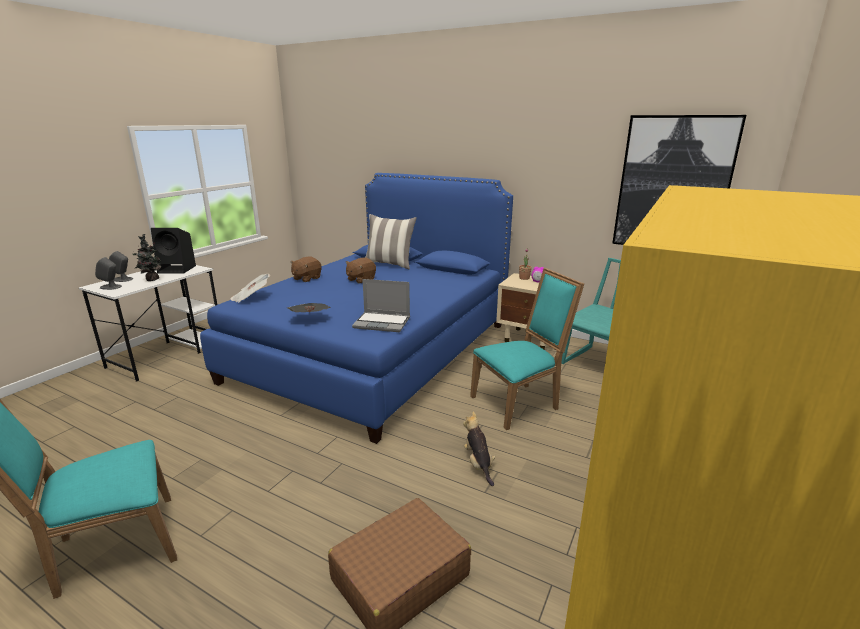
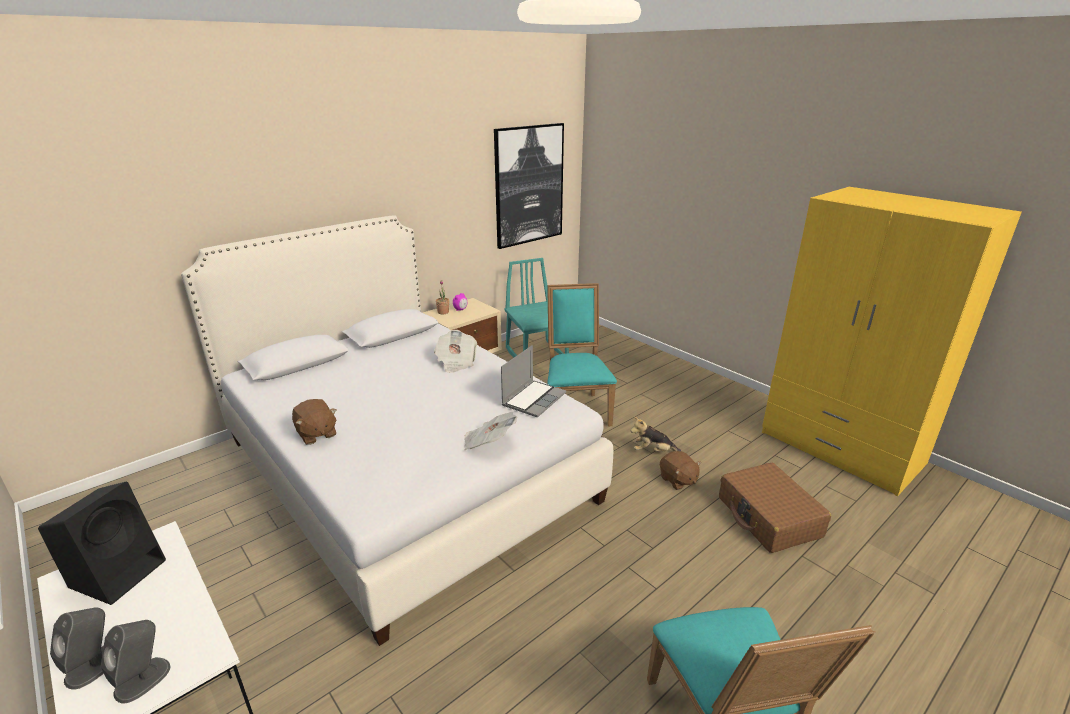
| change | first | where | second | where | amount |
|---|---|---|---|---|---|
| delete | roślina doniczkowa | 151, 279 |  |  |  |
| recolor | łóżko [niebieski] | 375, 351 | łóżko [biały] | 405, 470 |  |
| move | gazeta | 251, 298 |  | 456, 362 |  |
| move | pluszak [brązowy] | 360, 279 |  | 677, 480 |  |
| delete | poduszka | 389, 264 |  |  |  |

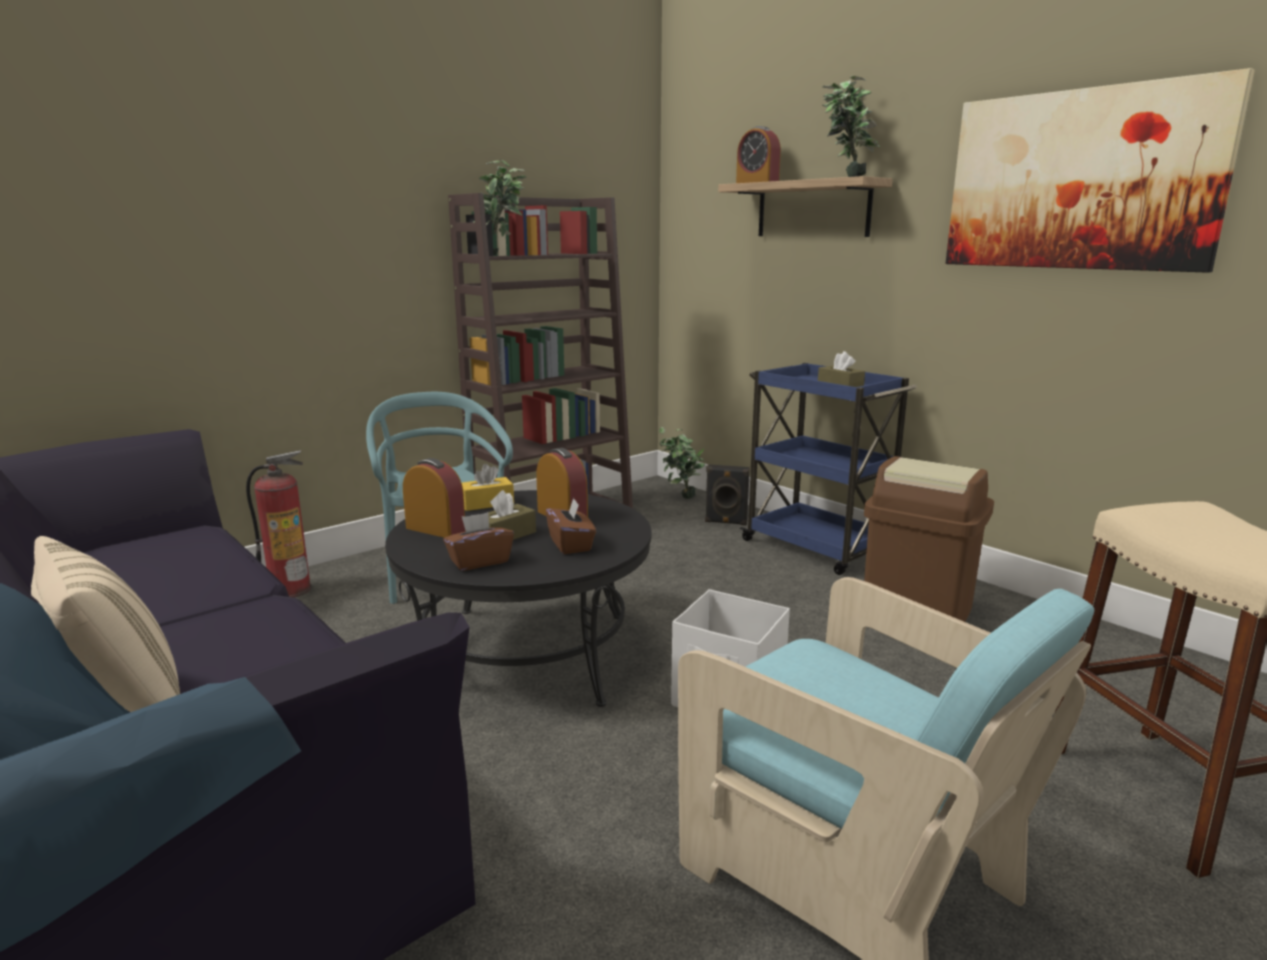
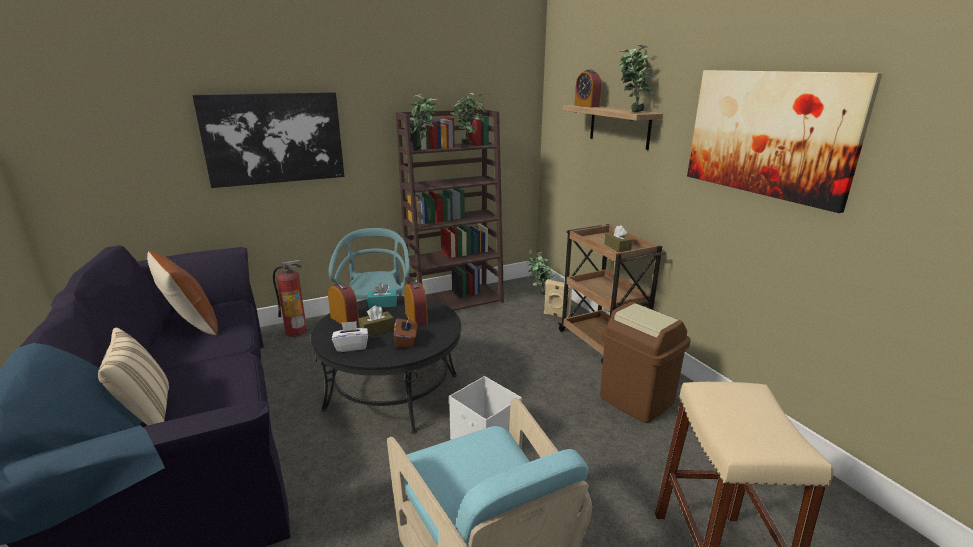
| change | first | where | second | where | amount |
|---|---|---|---|---|---|
| recolor | pudełko chusteczek [brązowy] | 479, 561 | pudełko chusteczek [biały] | 351, 346 |  |
| recolor | pudełko chusteczek [żółty] | 487, 503 | pudełko chusteczek [turkusowy] | 382, 304 |  |
| recolor | głośnik [czarny] | 726, 522 | głośnik [beżowy] | 556, 316 |  |
| recolor | wózek [niebieski] | 817, 548 | wózek [brązowy] | 602, 343 |  |
| insert |  |  | poduszka [brązowy] | 191, 325 |  |
| insert |  |  | obraz | 274, 138 |  |
| insert |  |  | roślina doniczkowa | 468, 145 |  |

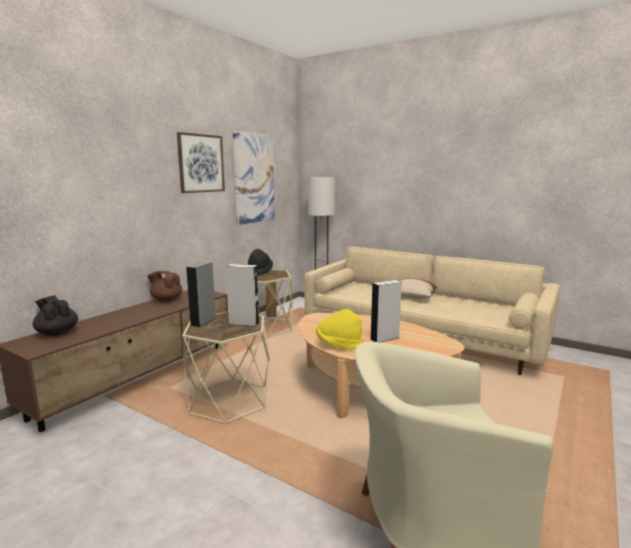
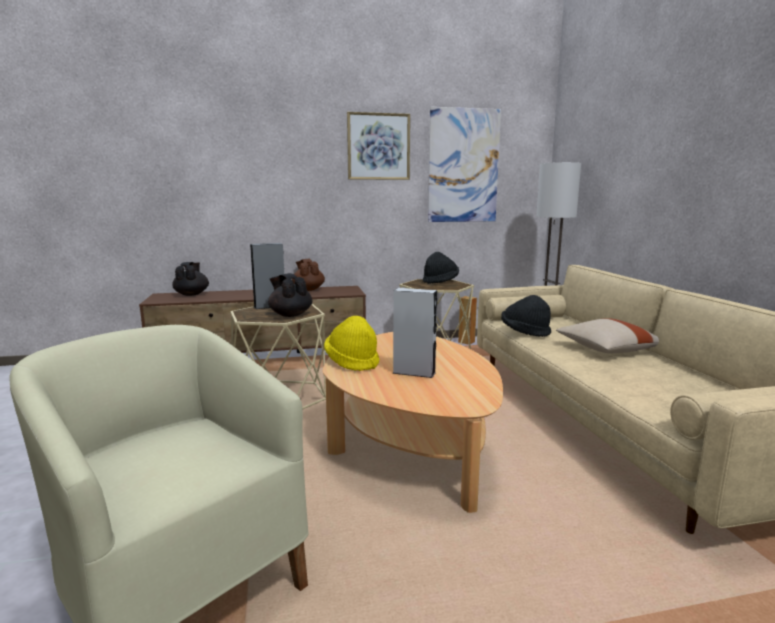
| change | first | where | second | where | amount |
|---|---|---|---|---|---|
| replace | głośnik [szary] | 244, 323 | imbryk [czarny] | 290, 314 |  |
| insert |  |  | kapelusz [czarny] | 524, 332 |  |

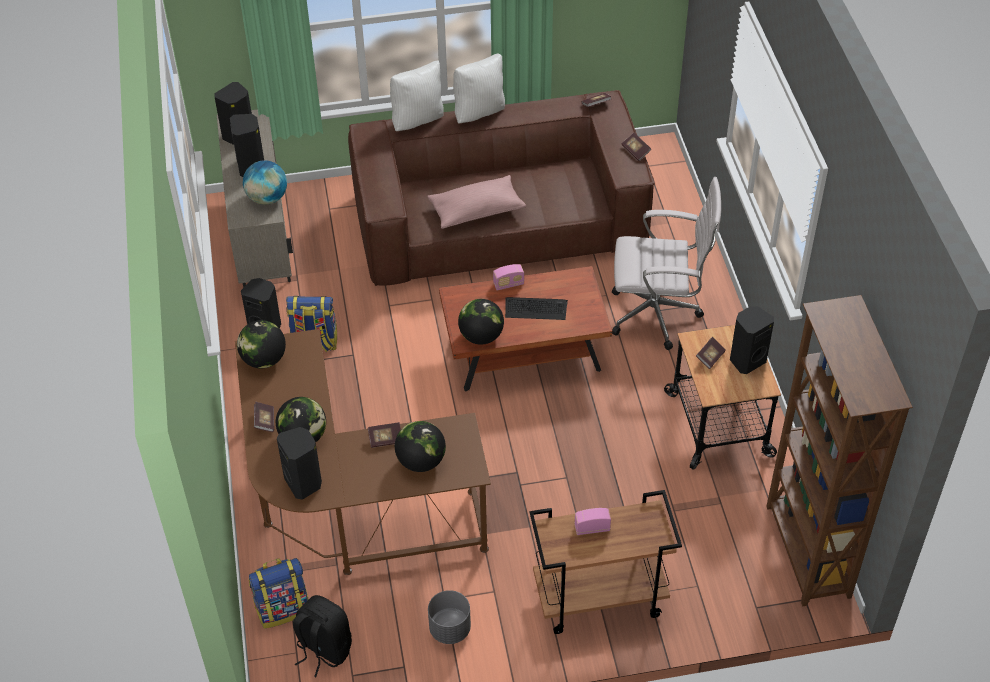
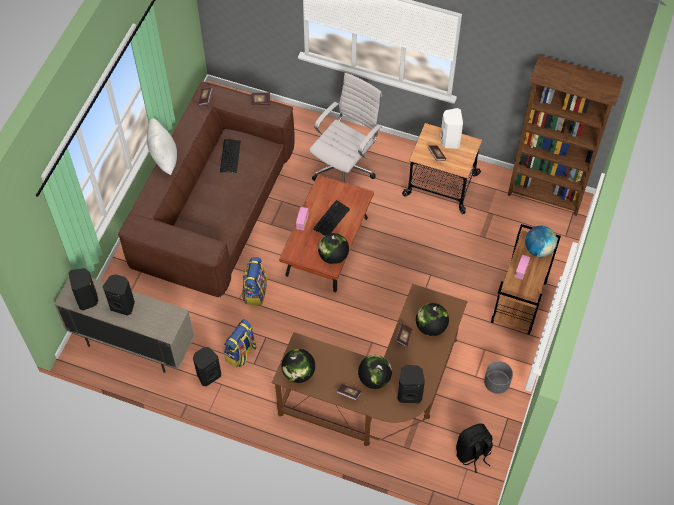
| change | first | where | second | where | amount |
|---|---|---|---|---|---|
| move | globus | 267, 198 |  | 538, 249 |  |
| move | plecak | 283, 608 |  | 255, 291 |  |
| delete | poduszka [biały] | 417, 120 |  |  |  |
| delete | poduszka [różowy] | 476, 211 |  |  |  |
| recolor | głośnik [czarny] | 746, 360 | głośnik [biały] | 449, 140 |  |
| insert |  |  | klawiatura | 230, 156 |  |

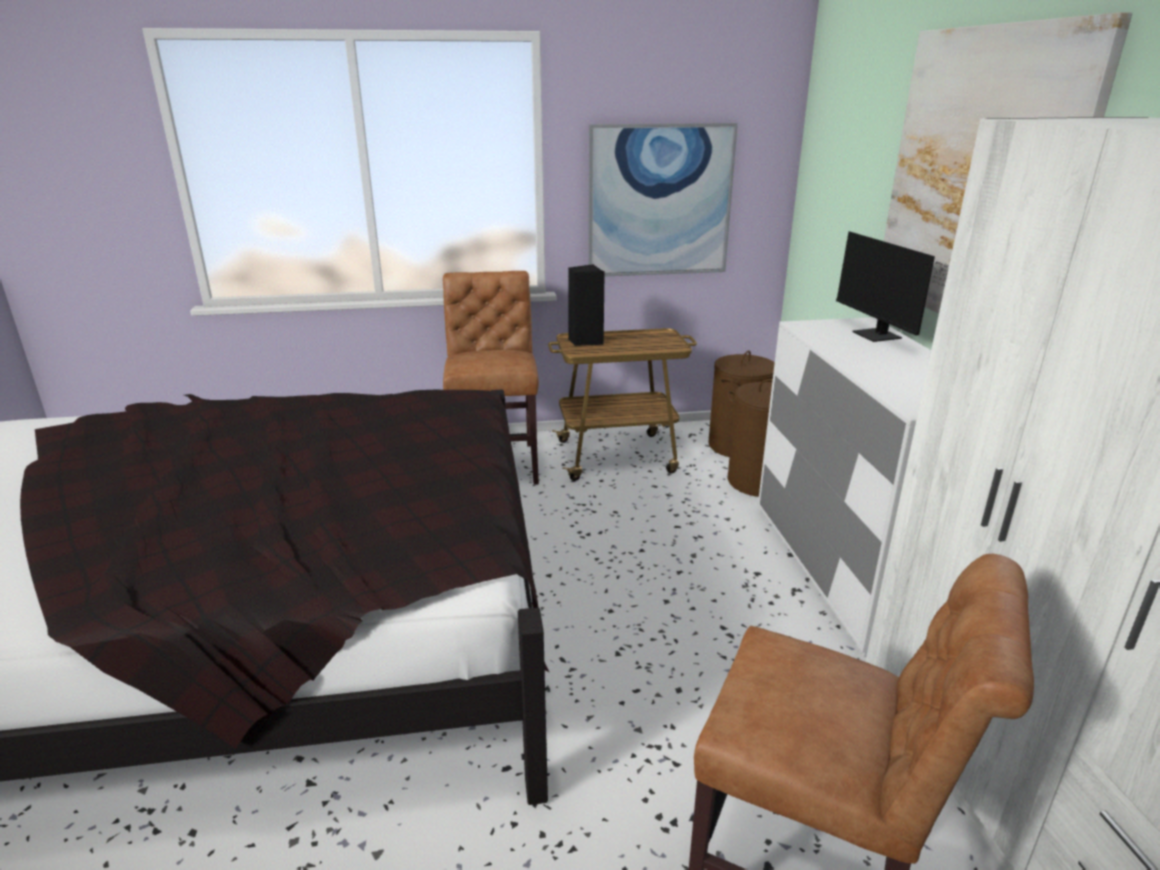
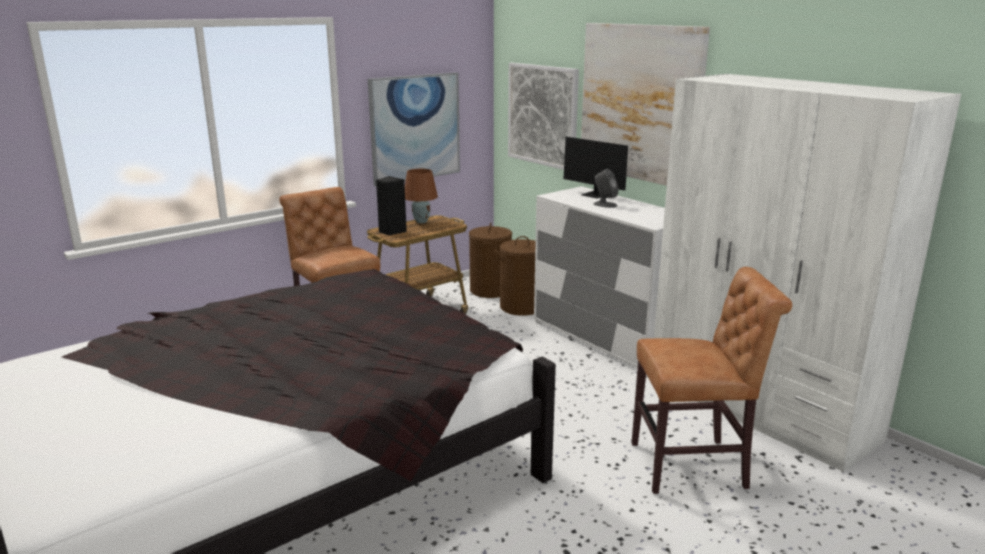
| change | first | where | second | where | amount |
|---|---|---|---|---|---|
| insert |  |  | lampa stołowa [brązowy] | 421, 221 |  |
| insert |  |  | obraz | 542, 115 |  |
| insert |  |  | głośnik [szary] | 604, 204 |  |

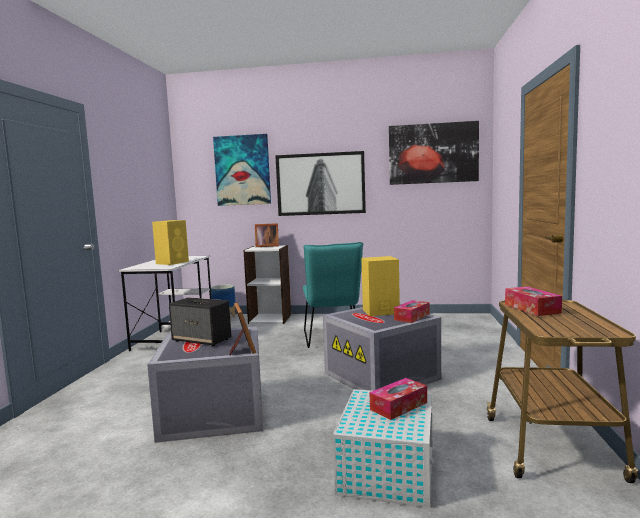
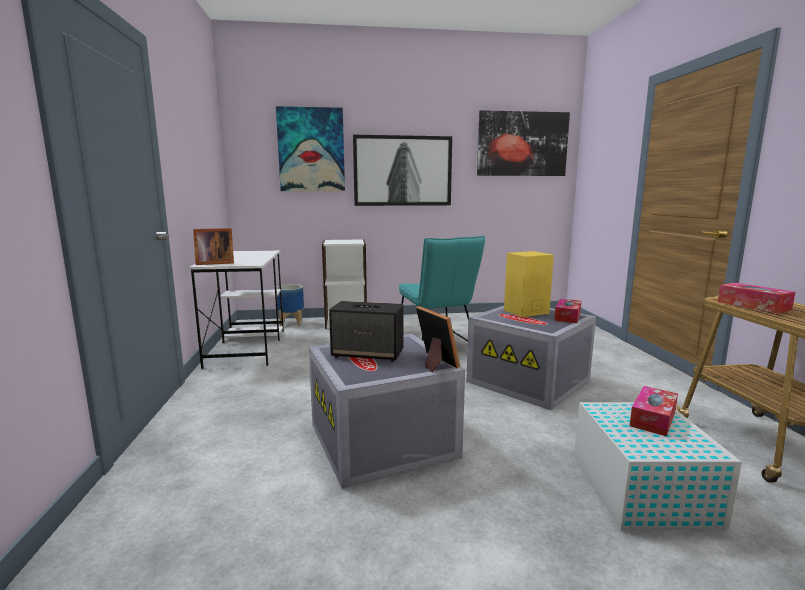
| change | first | where | second | where | amount |
|---|---|---|---|---|---|
| delete | głośnik [żółty] | 173, 262 |  |  |  |
| move | ramka na zdjęcie | 266, 246 |  | 214, 263 |  |

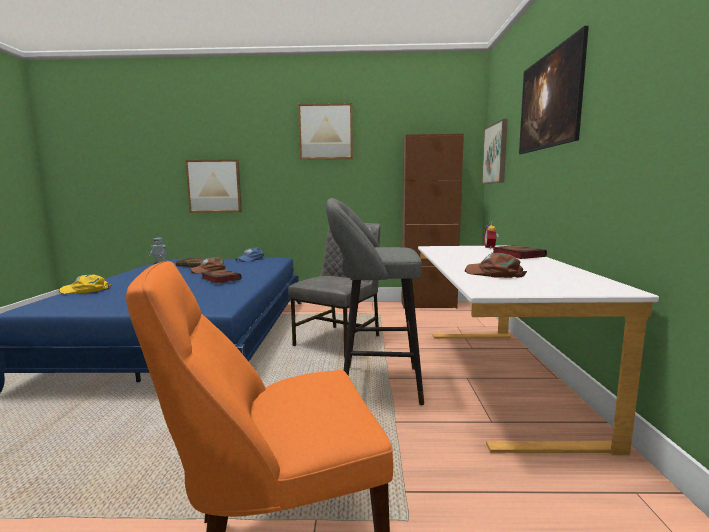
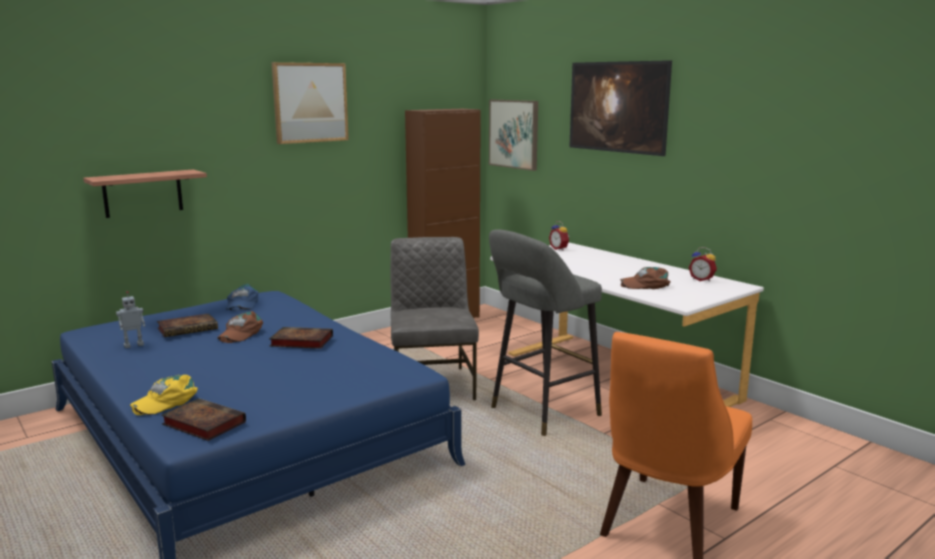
| change | first | where | second | where | amount |
|---|---|---|---|---|---|
| replace | obraz | 214, 186 | półka | 143, 193 |  |
| move | książka | 516, 255 |  | 202, 423 |  |
| insert |  |  | budzik | 702, 279 |  |

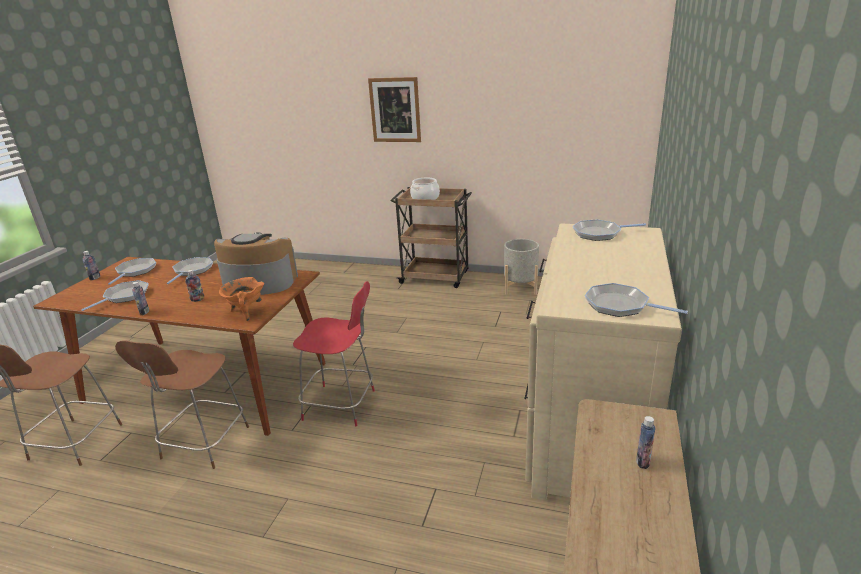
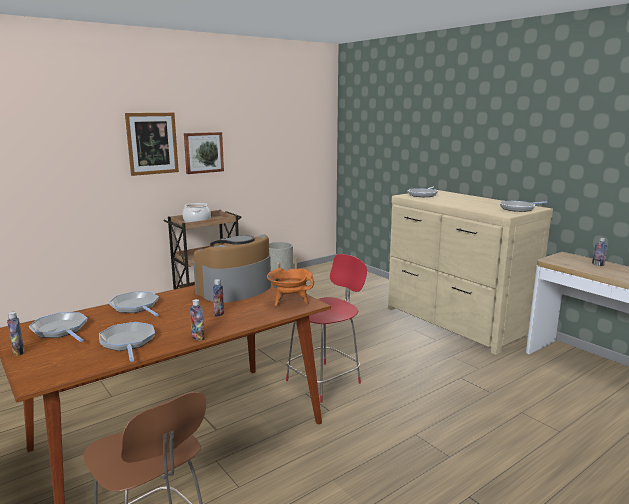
| change | first | where | second | where | amount |
|---|---|---|---|---|---|
| delete | krzesło [brązowy] | 203, 444 |  |  |  |
| insert |  |  | obraz | 203, 152 |  |

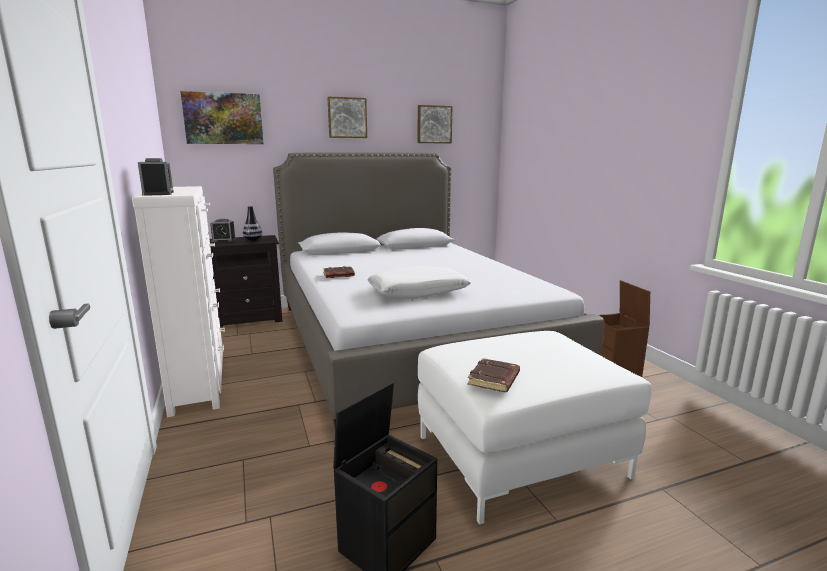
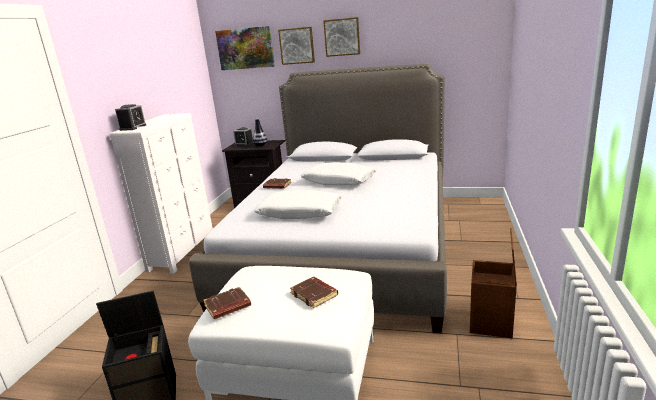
| change | first | where | second | where | amount |
|---|---|---|---|---|---|
| move | obraz | 434, 124 |  | 297, 46 |  |
| insert |  |  | książka [brązowy] | 315, 295 |  |
| insert |  |  | poduszka [biały] | 338, 181 |  |

